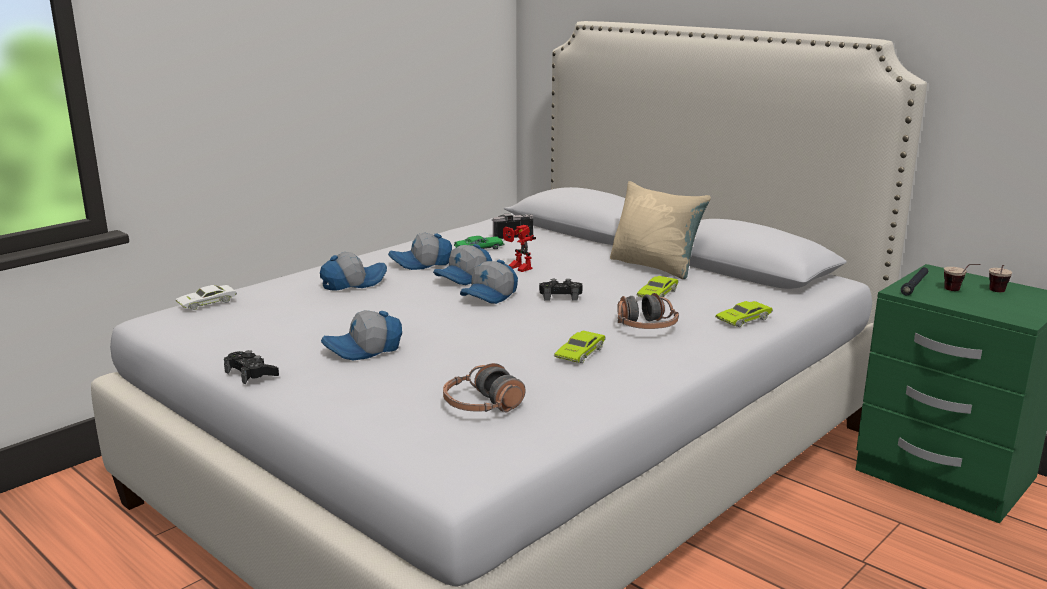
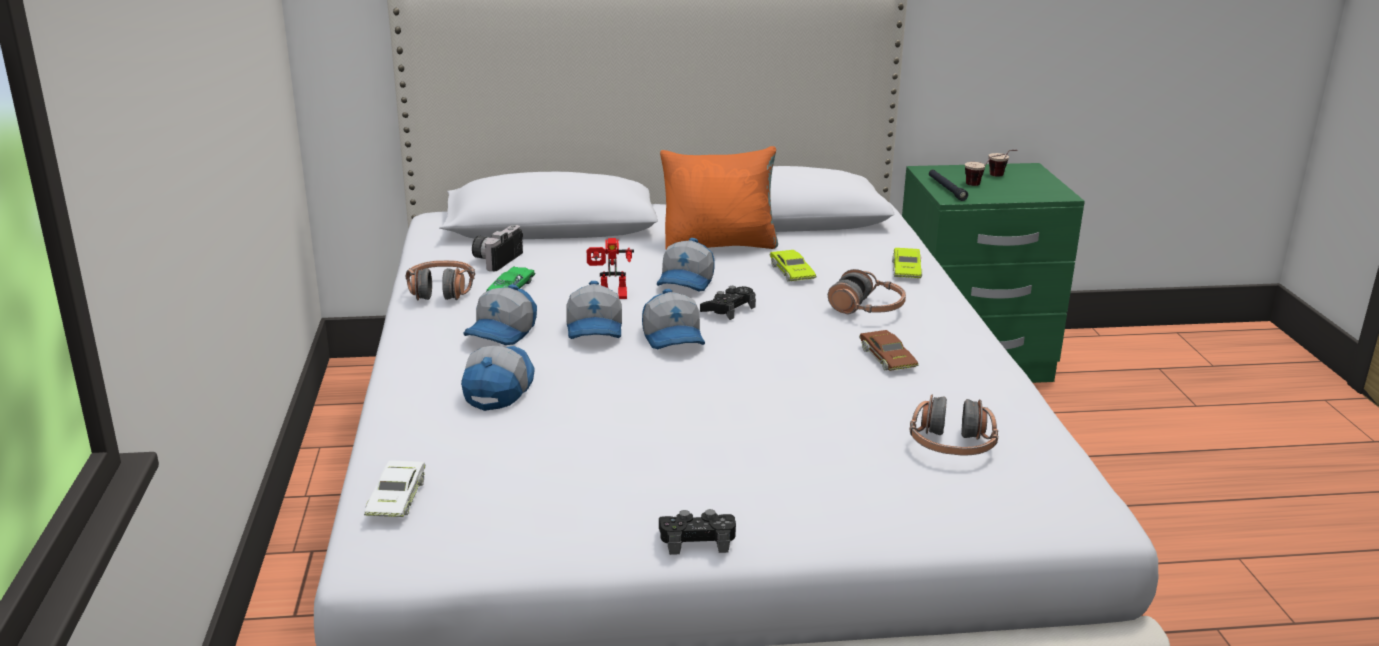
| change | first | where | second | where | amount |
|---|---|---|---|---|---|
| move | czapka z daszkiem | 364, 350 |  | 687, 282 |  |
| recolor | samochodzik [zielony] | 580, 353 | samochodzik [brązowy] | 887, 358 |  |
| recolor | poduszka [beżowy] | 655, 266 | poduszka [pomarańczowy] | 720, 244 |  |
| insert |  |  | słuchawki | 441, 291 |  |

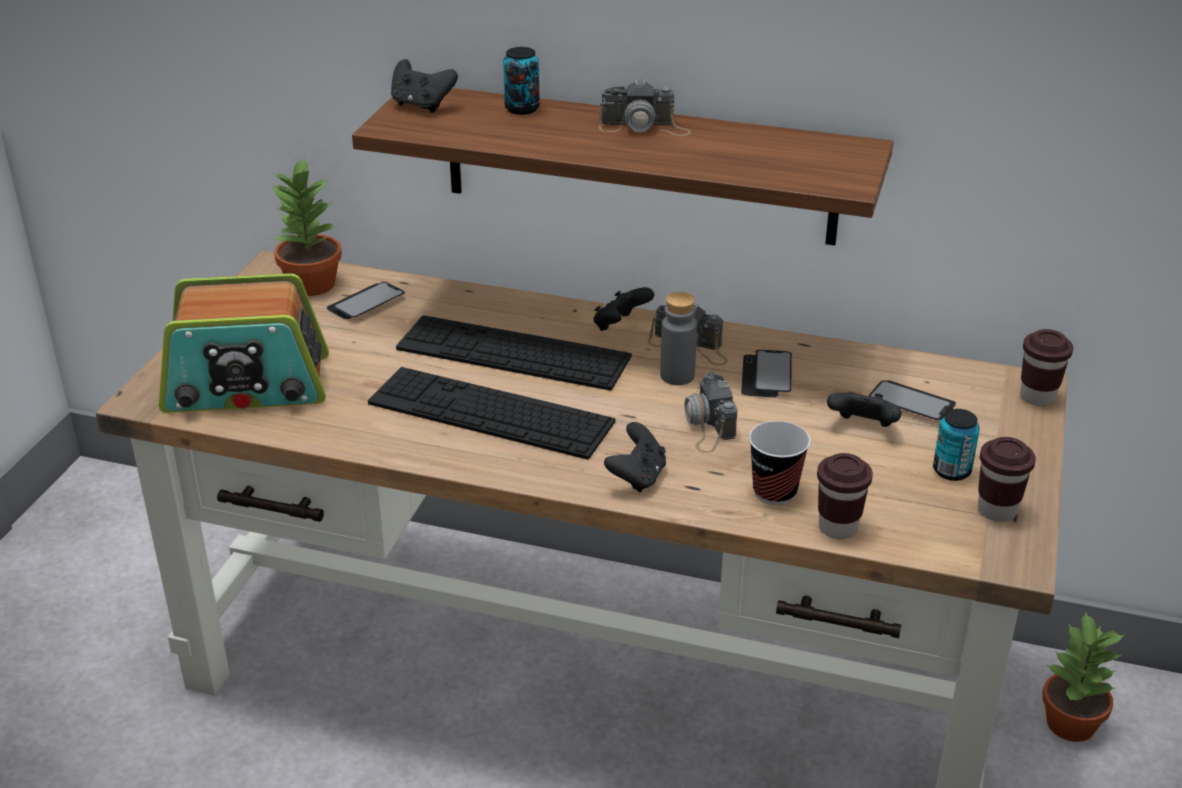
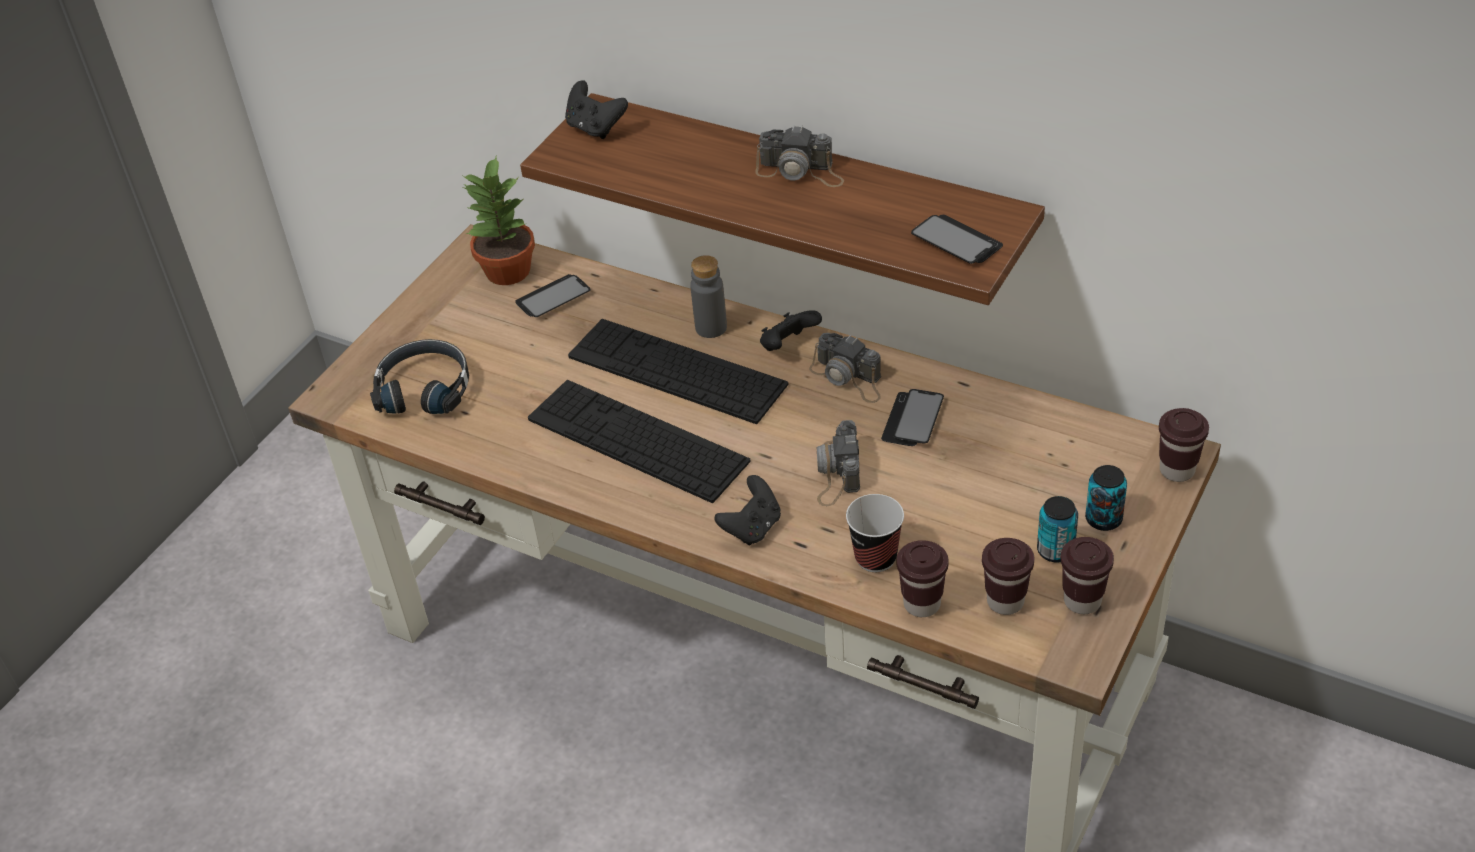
| change | first | where | second | where | amount |
|---|---|---|---|---|---|
| replace | radio | 247, 385 | słuchawki [czarny] | 425, 388 |  |
| move | puszka | 522, 109 |  | 1103, 519 |  |
| move | butelka [szary] | 677, 376 |  | 711, 327 |  |
| delete | pad do gier [czarny] | 863, 427 |  |  |  |
| move | telefon | 911, 403 |  | 956, 241 |  |
| delete | roślina doniczkowa | 1070, 725 |  |  |  |
| insert |  |  | filiżanka [brązowy] | 1005, 601 |  |

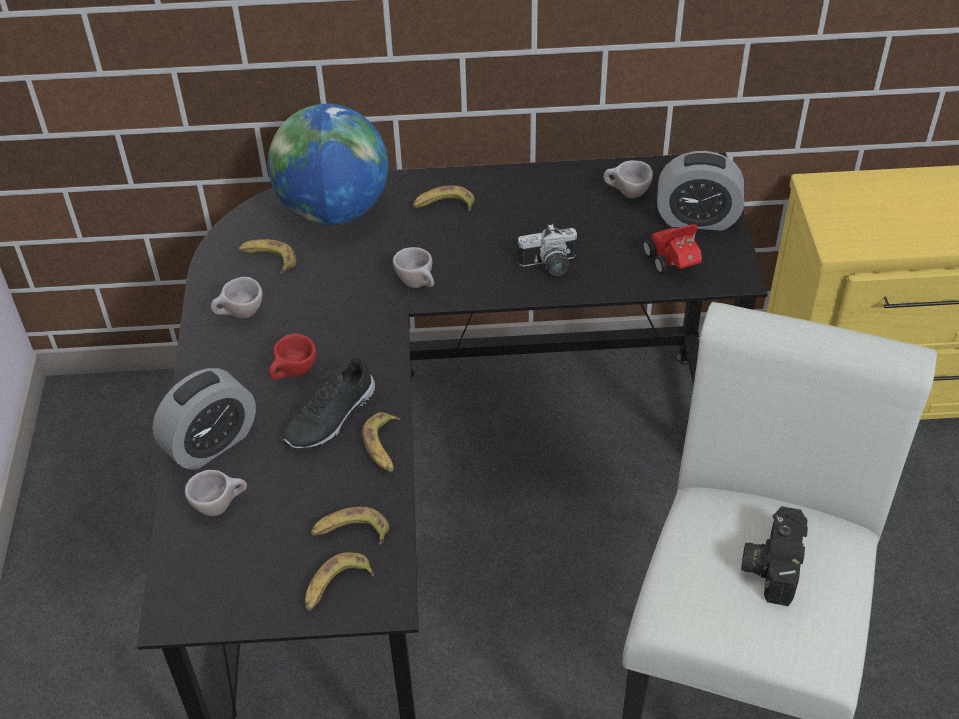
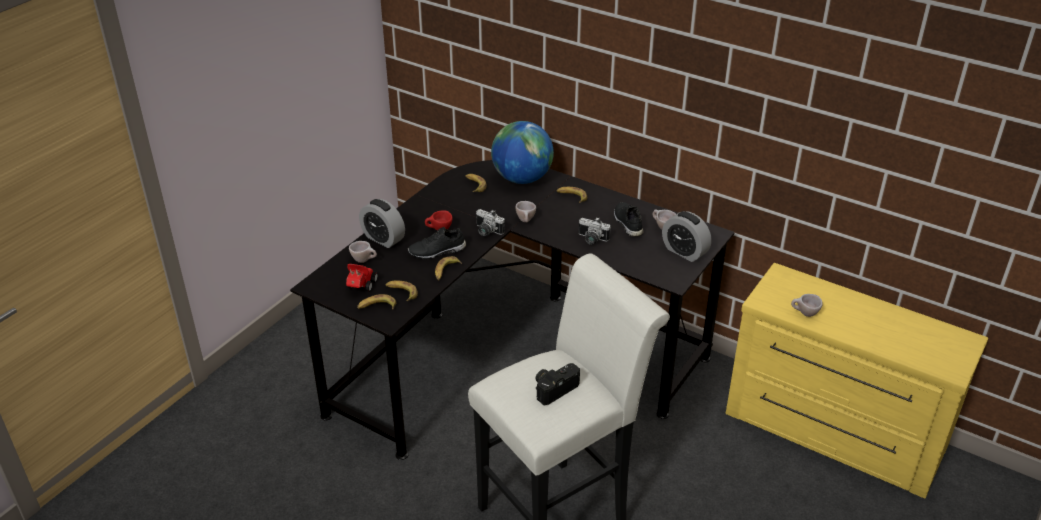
| change | first | where | second | where | amount |
|---|---|---|---|---|---|
| rotate | budzik | 211, 443 |  | 383, 238 | 45 degrees clockwise |
| move | filiżanka [beżowy] | 240, 315 |  | 804, 314 |  |
| move | samochodzik | 674, 264 |  | 360, 287 |  |
| insert |  |  | aparat fotograficzny | 486, 231 |  |
| insert |  |  | but [czarny] | 627, 223 |  |

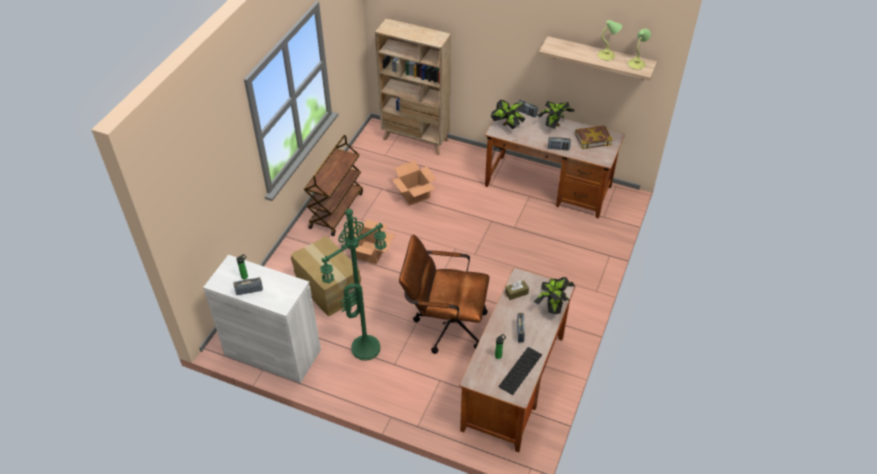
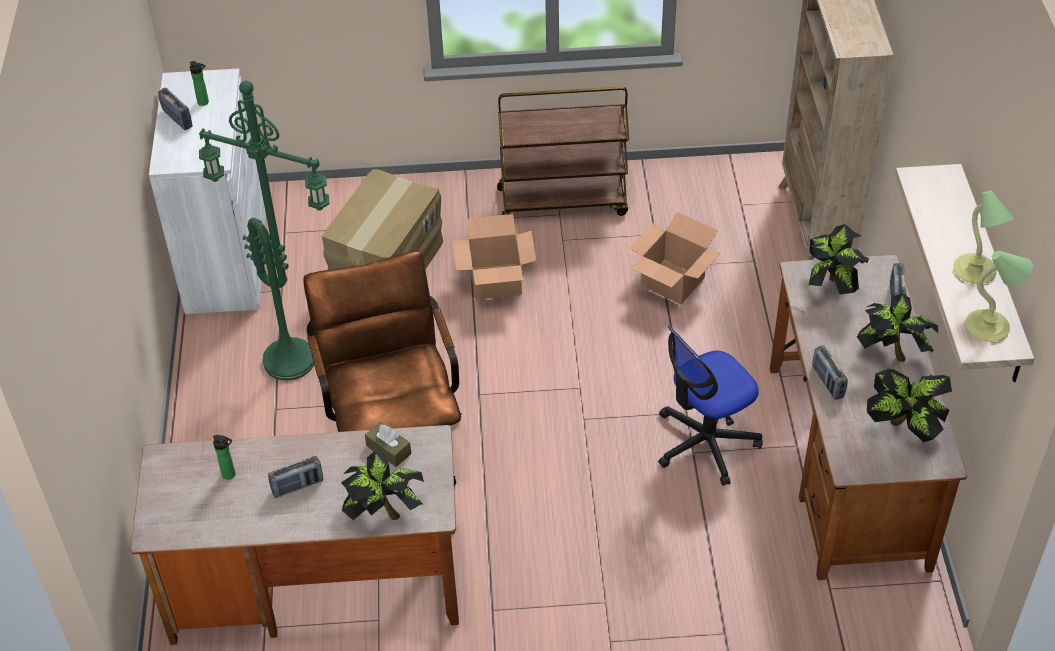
| change | first | where | second | where | amount |
|---|---|---|---|---|---|
| delete | klawiatura | 520, 370 |  |  |  |
| replace | książka | 593, 139 | roślina doniczkowa | 904, 427 |  |
| insert |  |  | krzesło biurowe | 705, 443 |  |

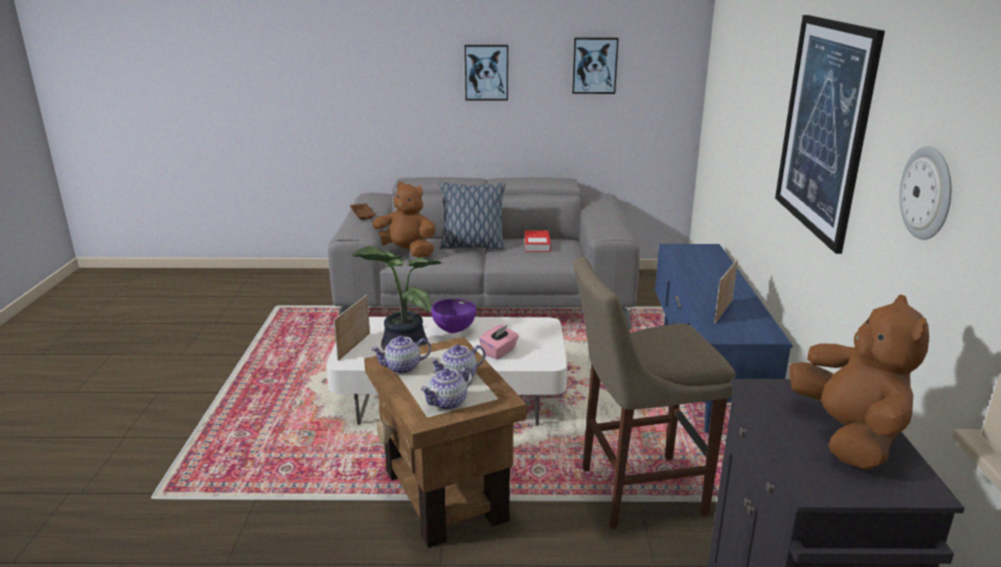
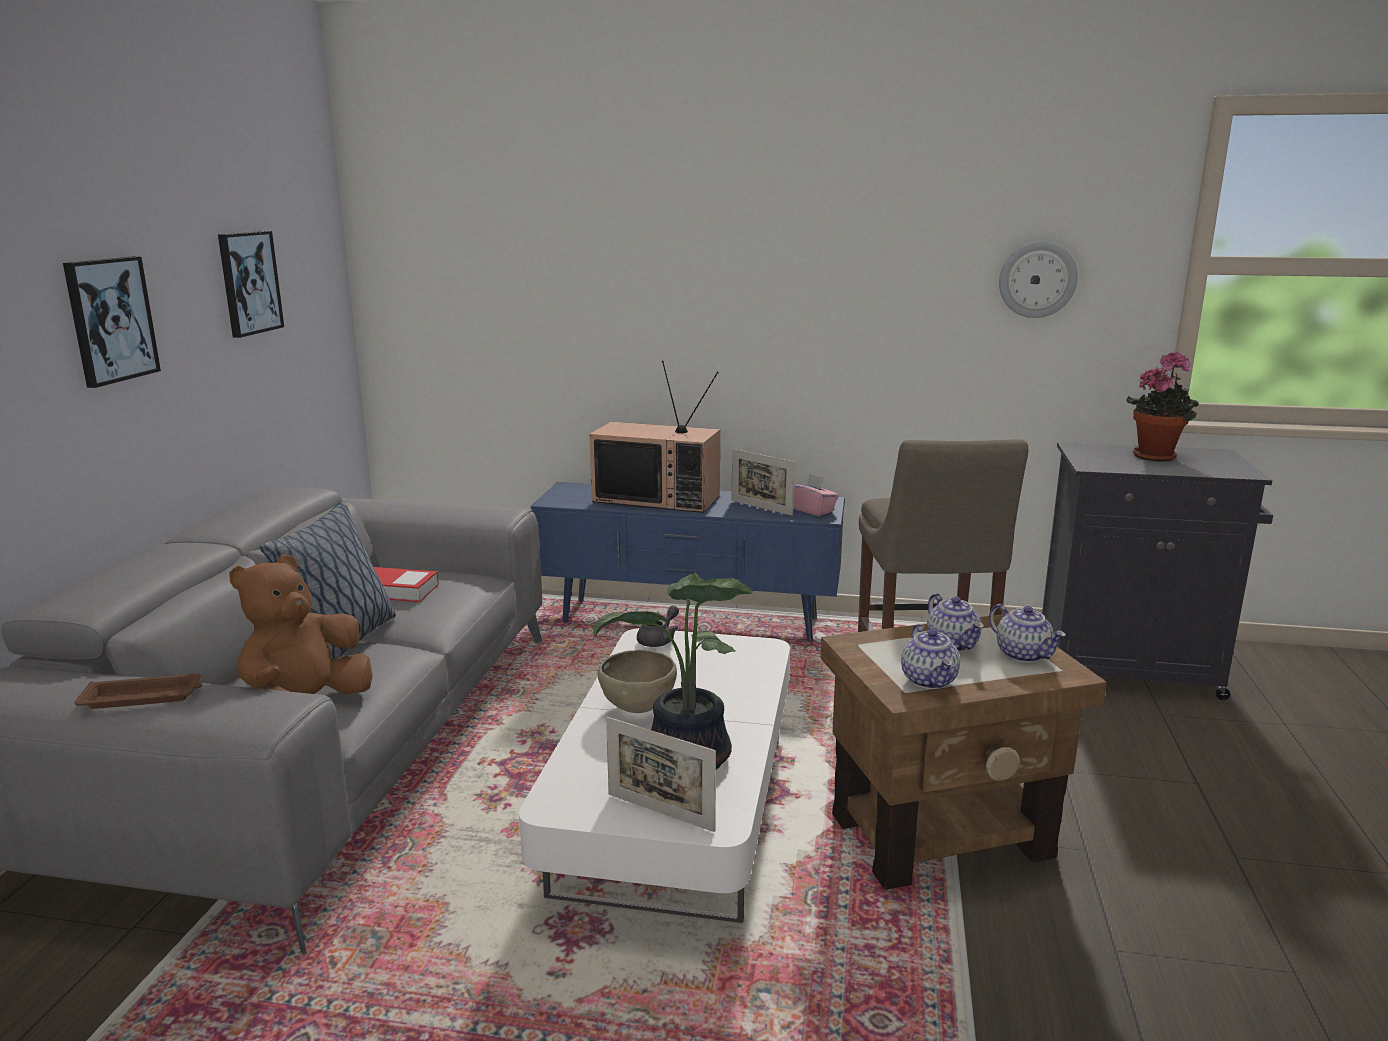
| change | first | where | second | where | amount |
|---|---|---|---|---|---|
| recolor | miska [fioletowy] | 454, 331 | miska [brązowy] | 638, 709 |  |
| move | pudełko chusteczek [różowy] | 499, 351 |  | 812, 510 |  |
| delete | obraz | 824, 128 |  |  |  |
| replace | pluszak [brązowy] | 848, 435 | roślina doniczkowa | 1157, 456 |  |
| insert |  |  | telewizor | 659, 498 |  |
| insert |  |  | imbryk [szary] | 659, 640 |  |

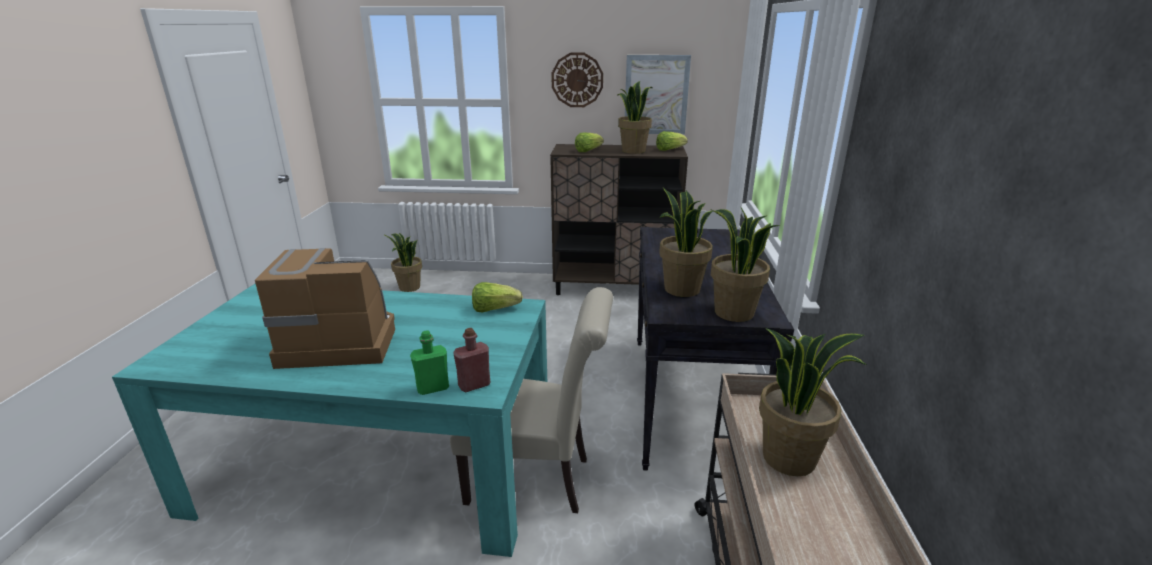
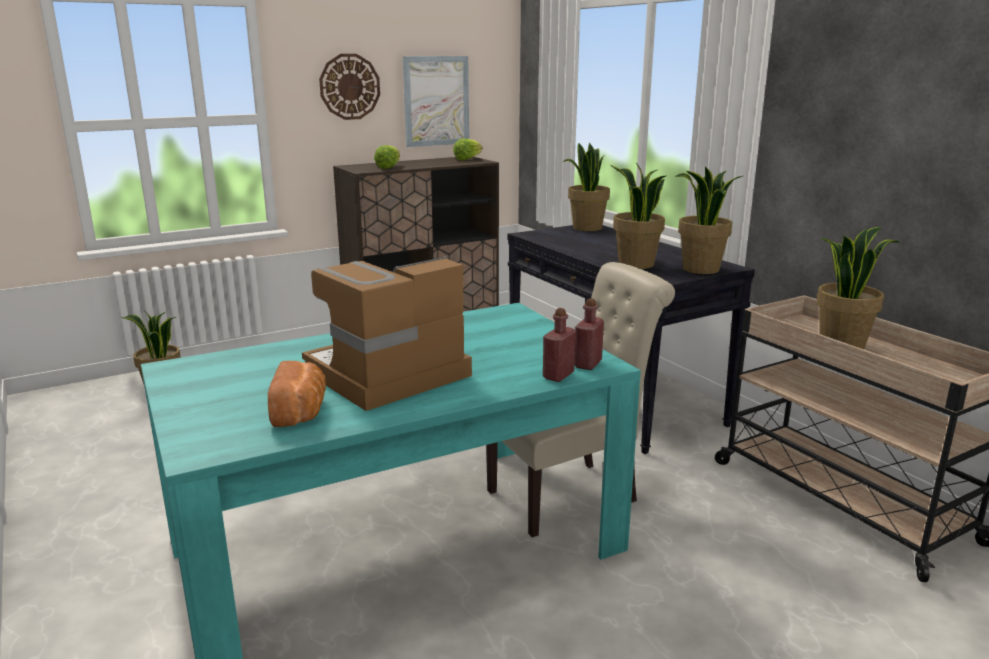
| change | first | where | second | where | amount |
|---|---|---|---|---|---|
| recolor | butelka [zielony] | 433, 388 | butelka [czerwony] | 558, 375 |  |
| delete | sałata | 494, 309 |  |  |  |
| move | roślina doniczkowa | 633, 151 |  | 586, 228 |  |
| insert |  |  | chleb | 301, 412 |  |

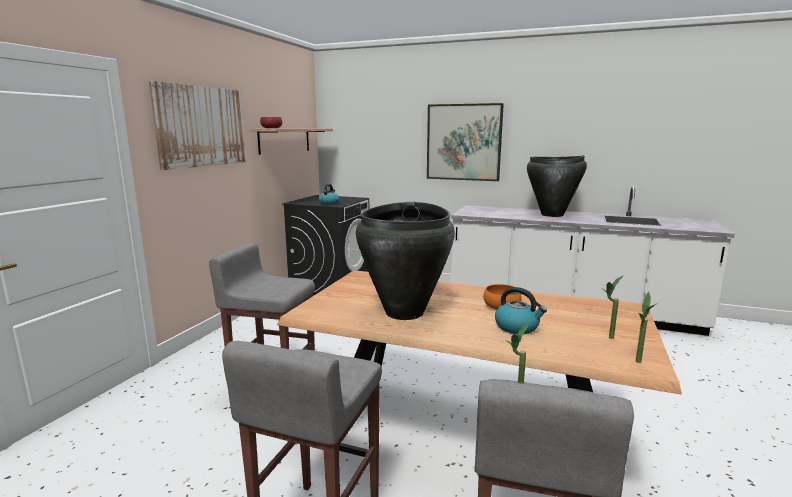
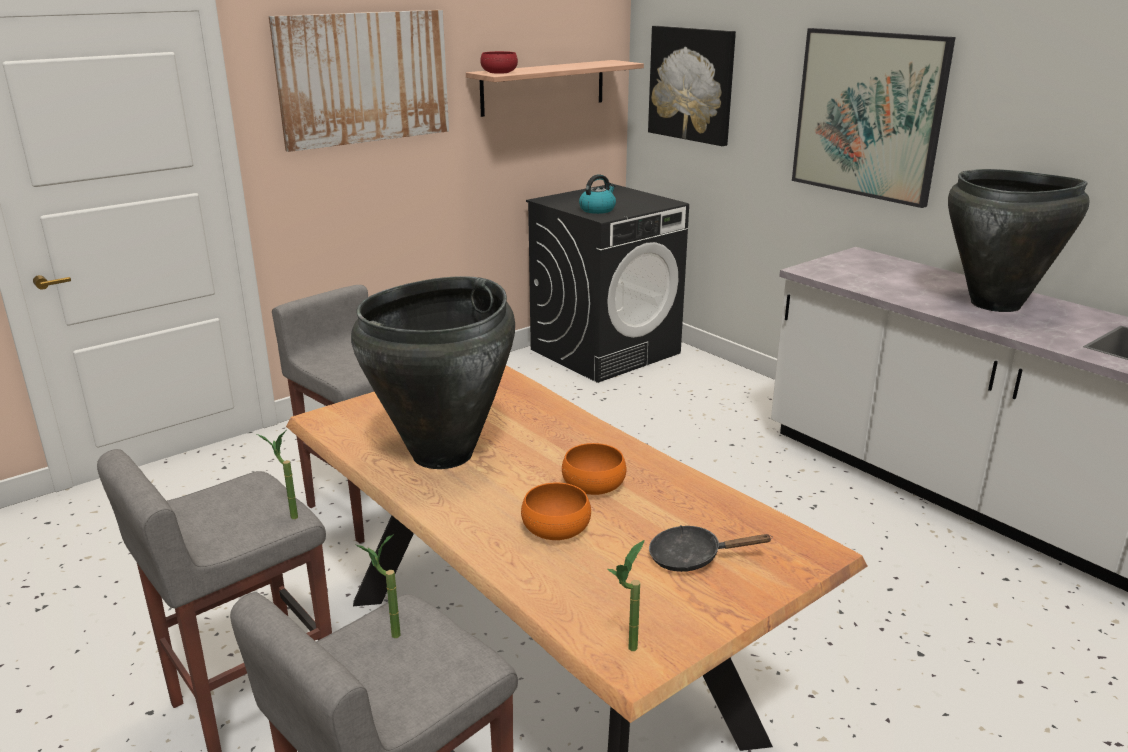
| change | first | where | second | where | amount |
|---|---|---|---|---|---|
| replace | czajnik | 517, 327 | miska [pomarańczowy] | 556, 528 |  |
| move | roślina doniczkowa | 607, 338 |  | 287, 516 |  |
| insert |  |  | obraz | 691, 84 |  |
| insert |  |  | patelnia [czarny] | 692, 558 |  |

